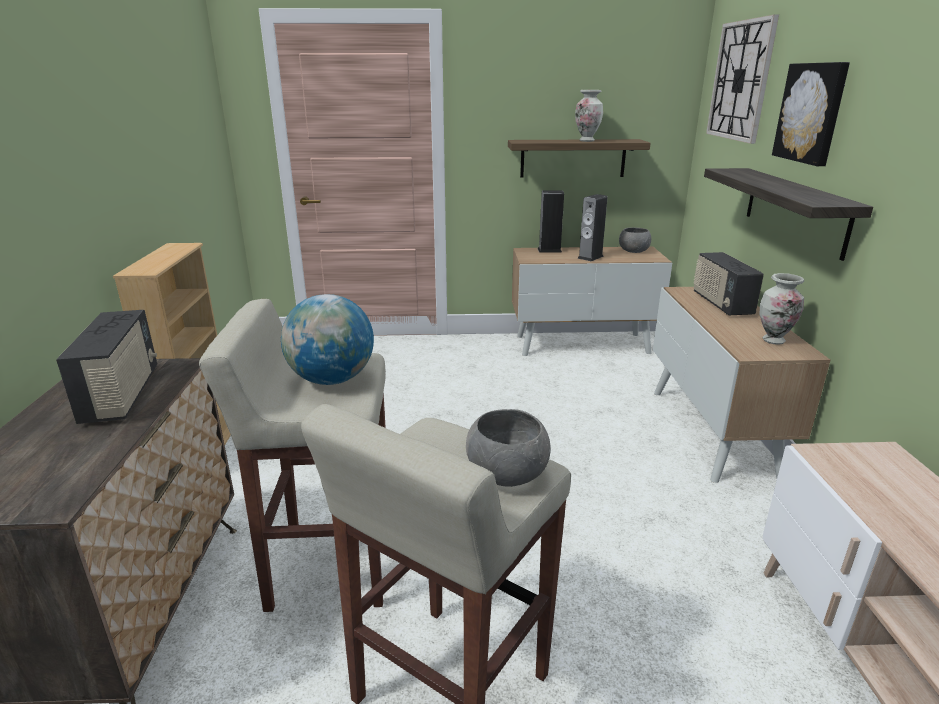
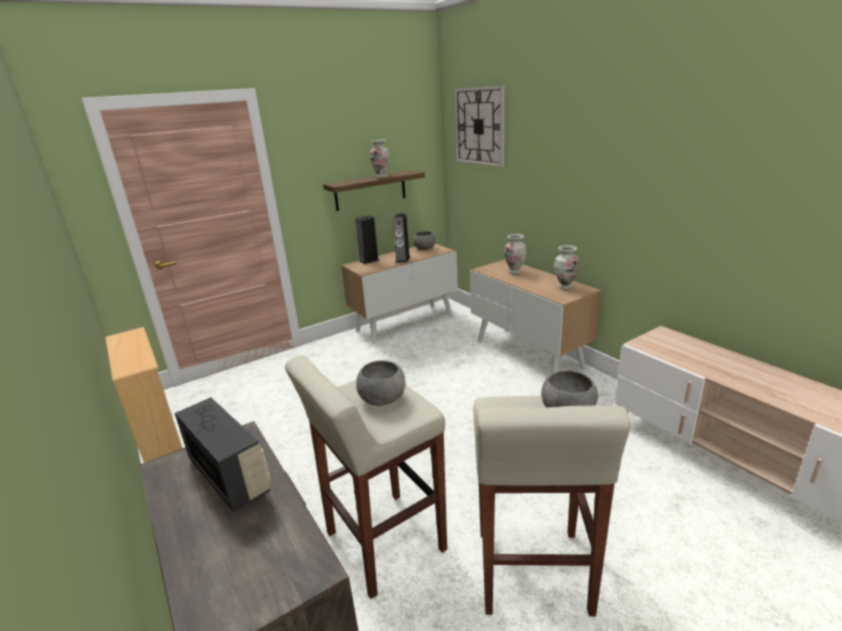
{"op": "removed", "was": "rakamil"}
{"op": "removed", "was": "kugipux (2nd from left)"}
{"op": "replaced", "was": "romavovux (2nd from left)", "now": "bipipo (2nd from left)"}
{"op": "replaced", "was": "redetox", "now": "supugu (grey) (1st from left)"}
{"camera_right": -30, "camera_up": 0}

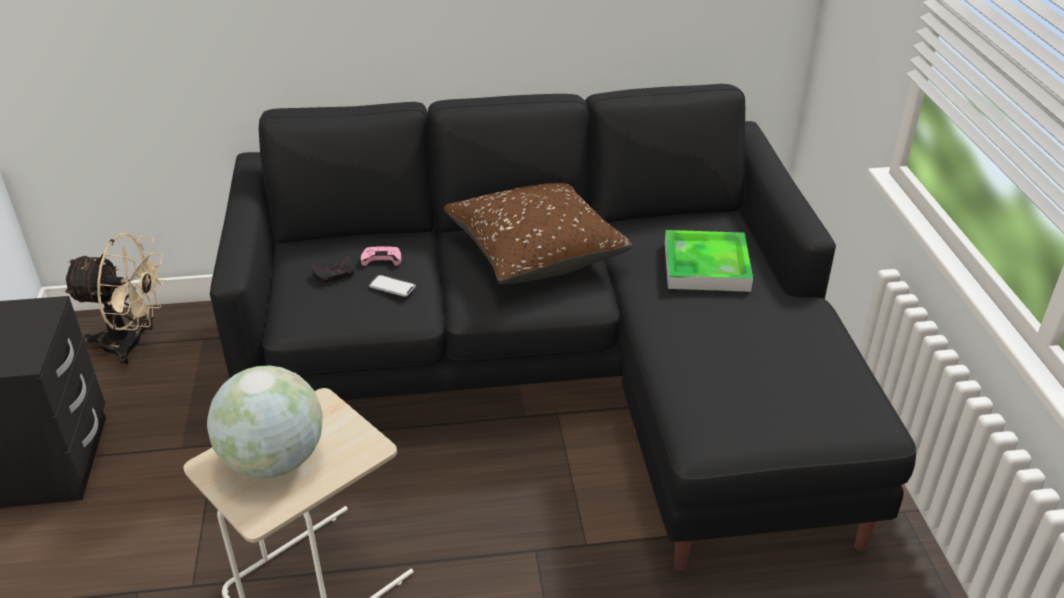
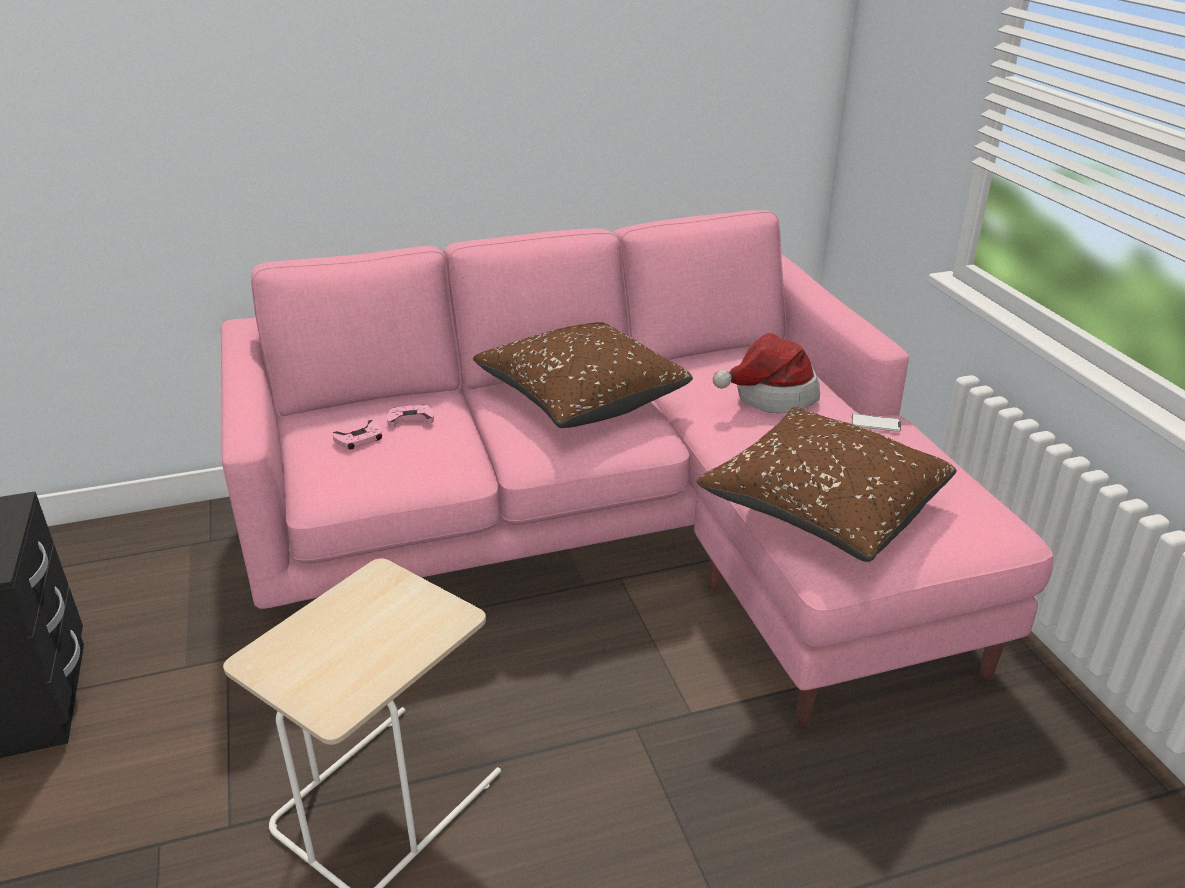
{"op": "recoloured", "was": "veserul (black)", "now": "veserul (pink)"}
{"op": "replaced", "was": "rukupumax", "now": "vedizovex"}
{"op": "removed", "was": "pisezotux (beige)"}
{"op": "recoloured", "was": "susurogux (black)", "now": "susurogux (pink) (1st from left)"}
{"op": "moved", "was": "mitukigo"}
{"op": "removed", "was": "redetox"}
{"op": "added", "now": "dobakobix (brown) (2nd from left)"}
{"camera_right": -10, "camera_up": -5}

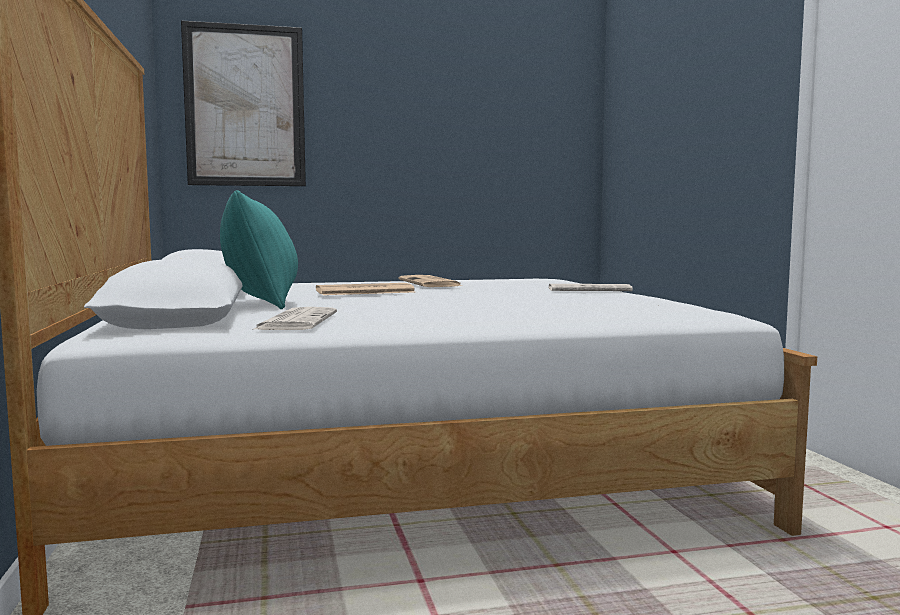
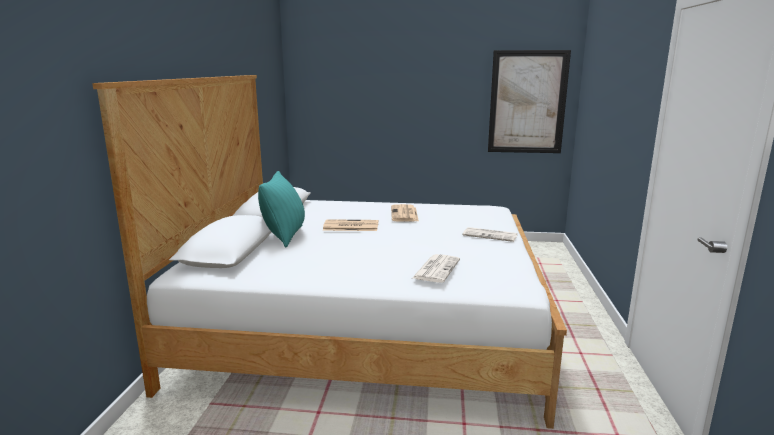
{"op": "moved", "was": "rakamil"}
{"op": "moved", "was": "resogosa (1st from left in the first image)", "now": "resogosa (3rd from left)"}
{"camera_right": 20, "camera_up": 10}

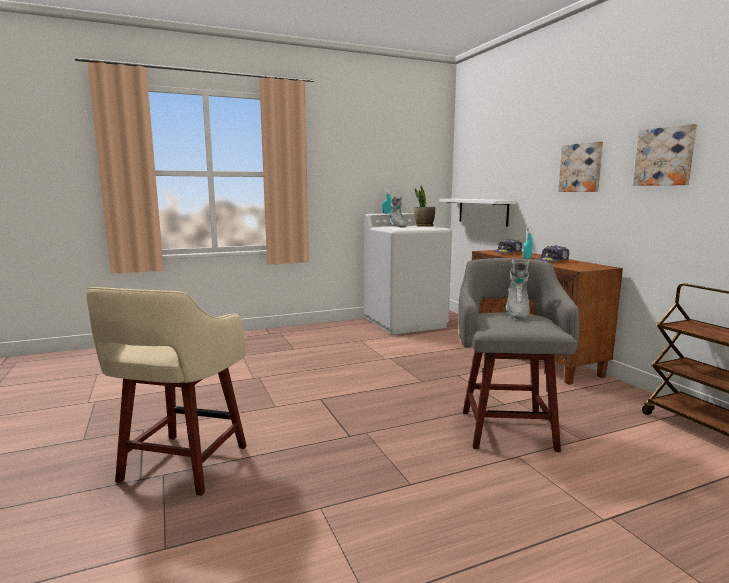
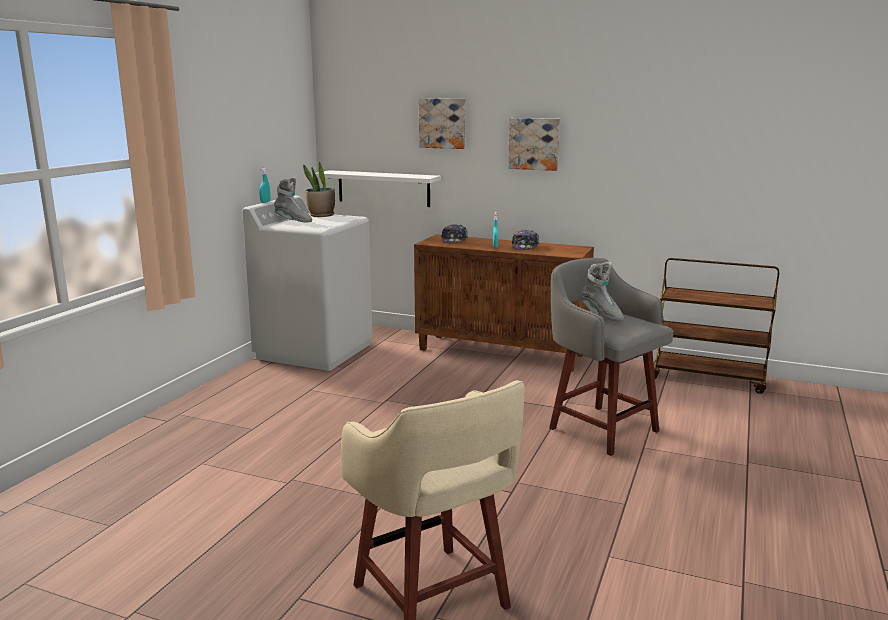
{"op": "moved", "was": "rakamil (2nd from left in the first image)", "now": "rakamil (1st from left)"}
{"camera_right": -45, "camera_up": 5}

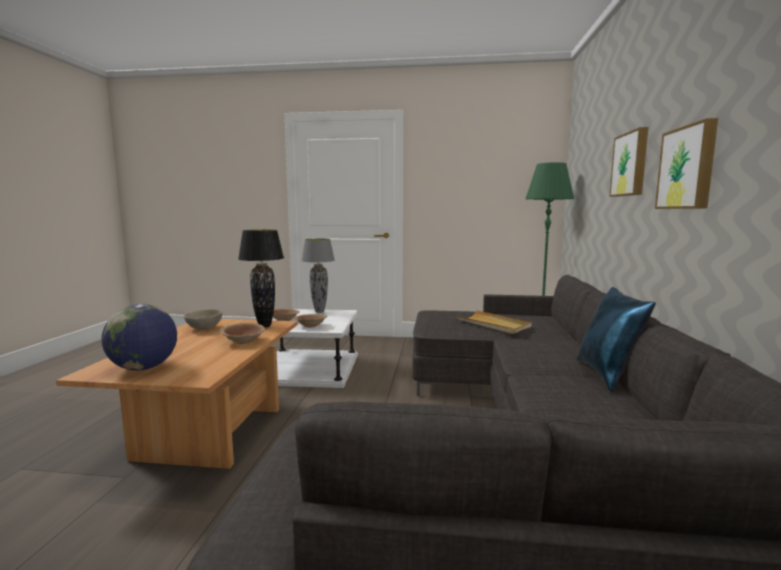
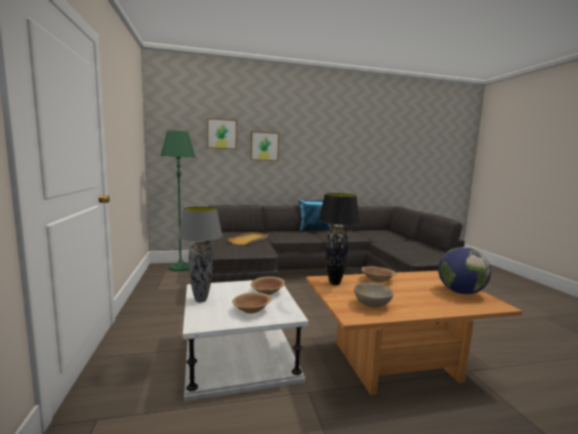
{"op": "moved", "was": "rakamil (2nd from left in the first image)", "now": "rakamil (1st from left)"}
{"camera_right": -110, "camera_up": 0}

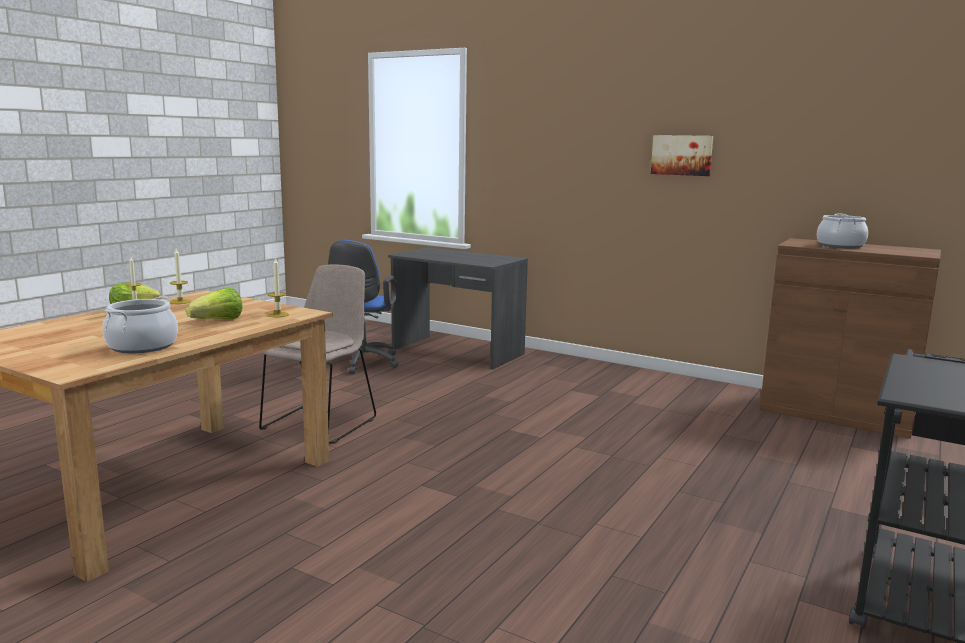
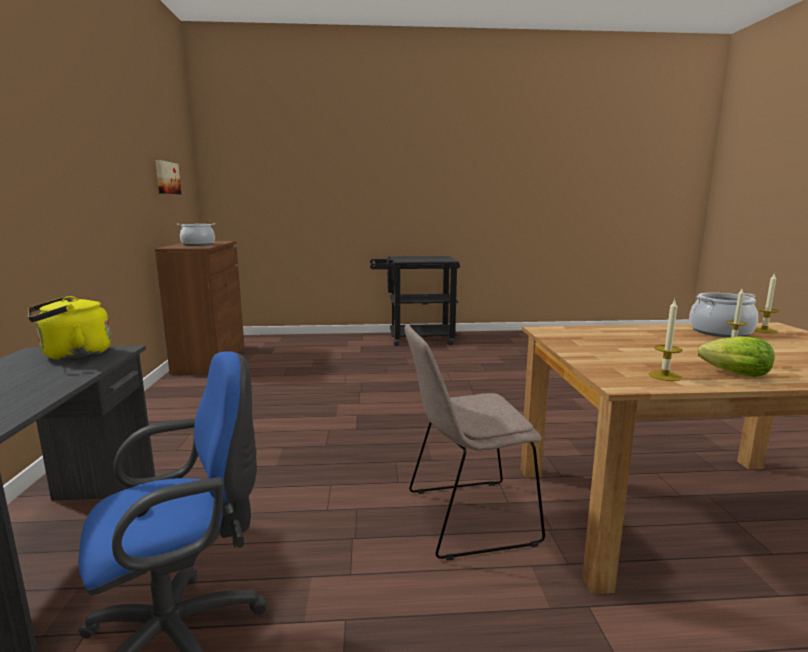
{"op": "moved", "was": "rakamil"}
{"op": "moved", "was": "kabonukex (3rd from left)"}
{"op": "removed", "was": "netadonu (2nd from left)"}
{"op": "added", "now": "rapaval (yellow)"}
{"camera_right": -125, "camera_up": 0}

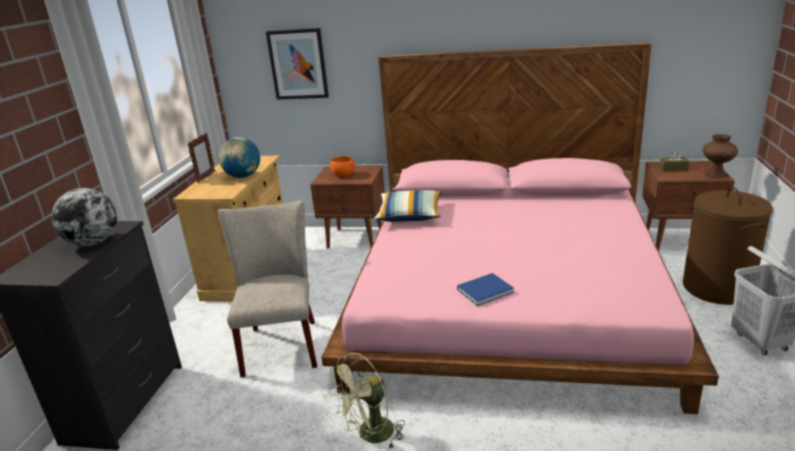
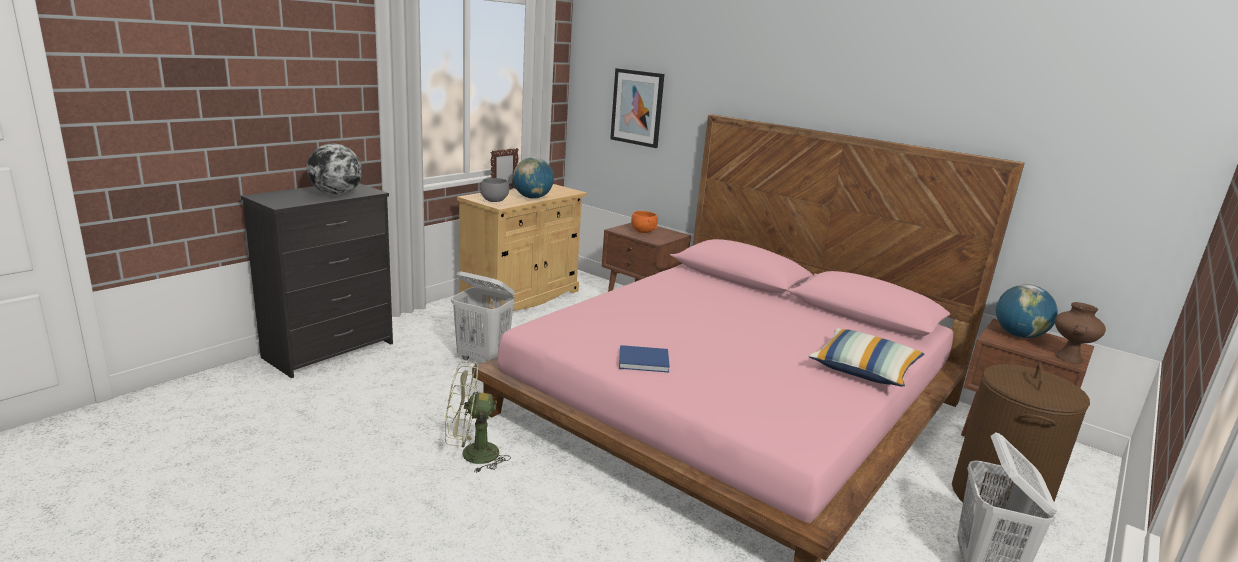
{"op": "replaced", "was": "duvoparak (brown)", "now": "redetox (3rd from left)"}
{"op": "moved", "was": "dobakobix"}
{"op": "replaced", "was": "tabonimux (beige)", "now": "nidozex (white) (1st from left)"}
{"op": "added", "now": "supugu (grey)"}
{"camera_right": 25, "camera_up": -5}

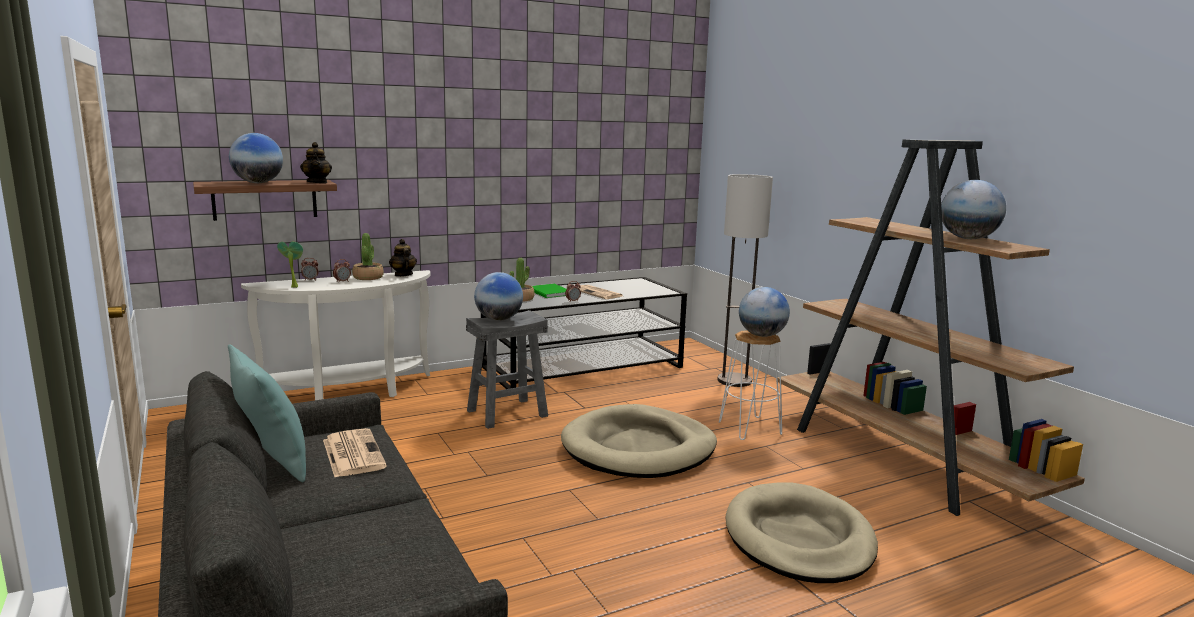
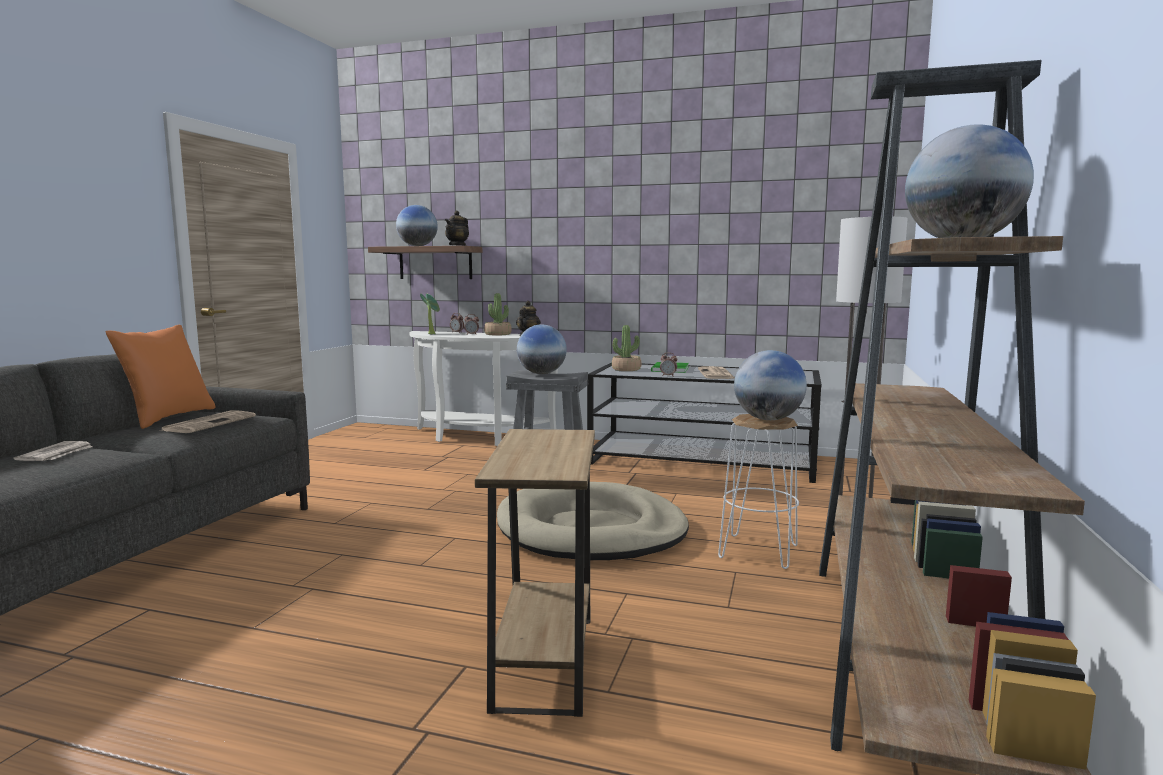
{"op": "recoloured", "was": "dobakobix (turquoise)", "now": "dobakobix (orange)"}
{"op": "replaced", "was": "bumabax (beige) (2nd from left)", "now": "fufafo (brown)"}
{"op": "added", "now": "resogosa (1st from left)"}
{"camera_right": 45, "camera_up": -5}

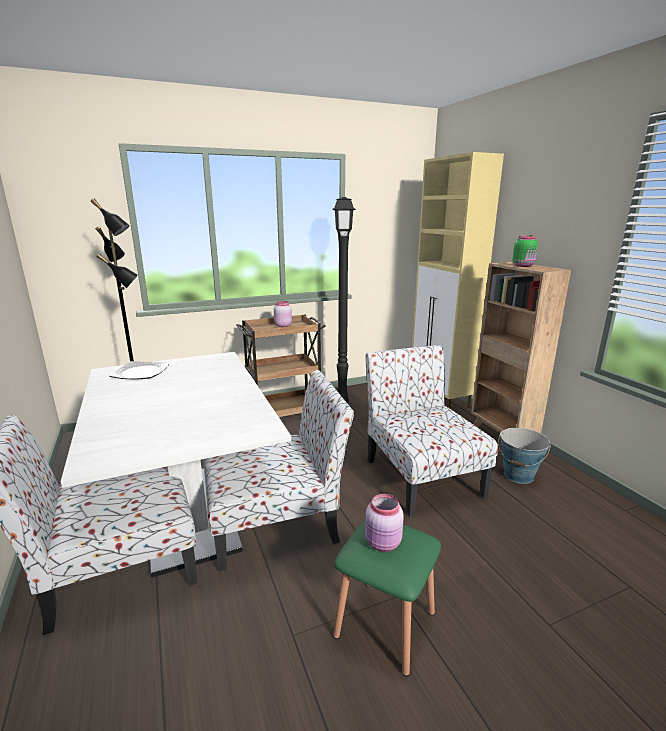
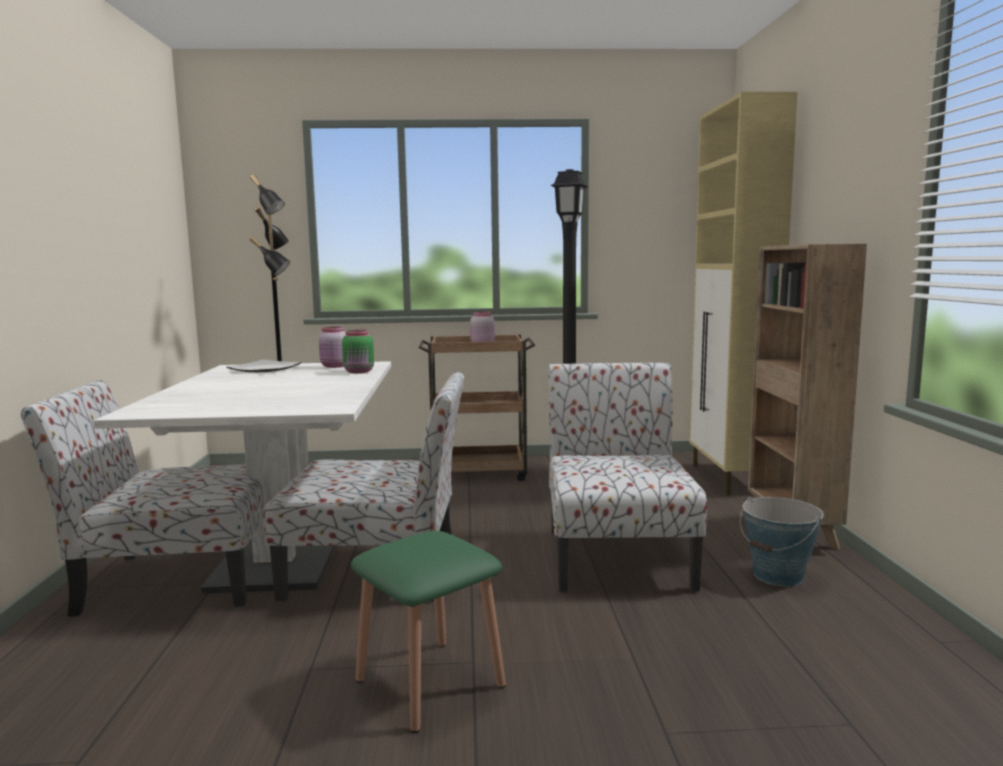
{"op": "moved", "was": "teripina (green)"}
{"op": "moved", "was": "teripina (pink) (2nd from left in the first image)", "now": "teripina (pink) (1st from left)"}
{"camera_right": 20, "camera_up": -10}

